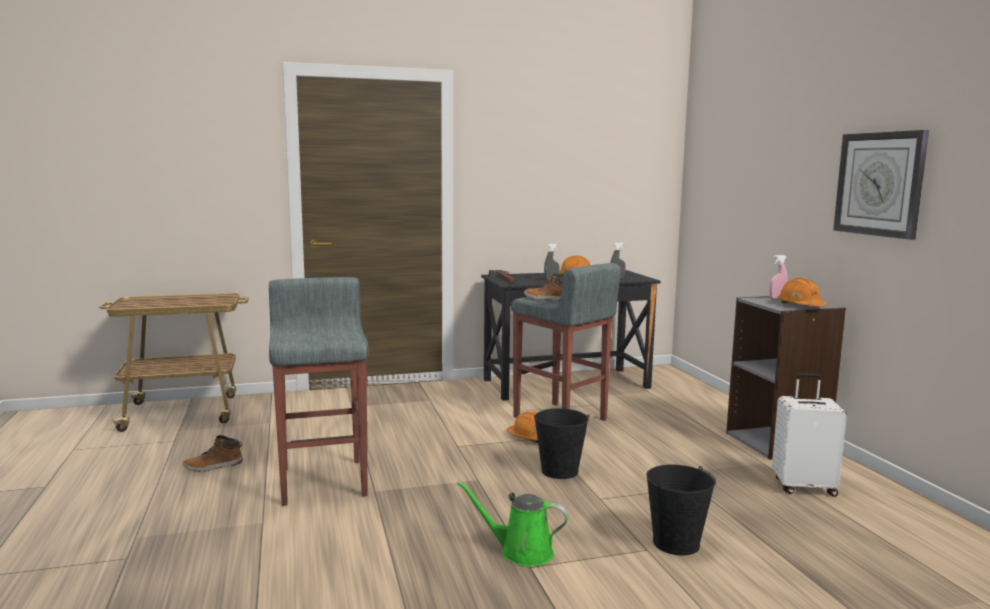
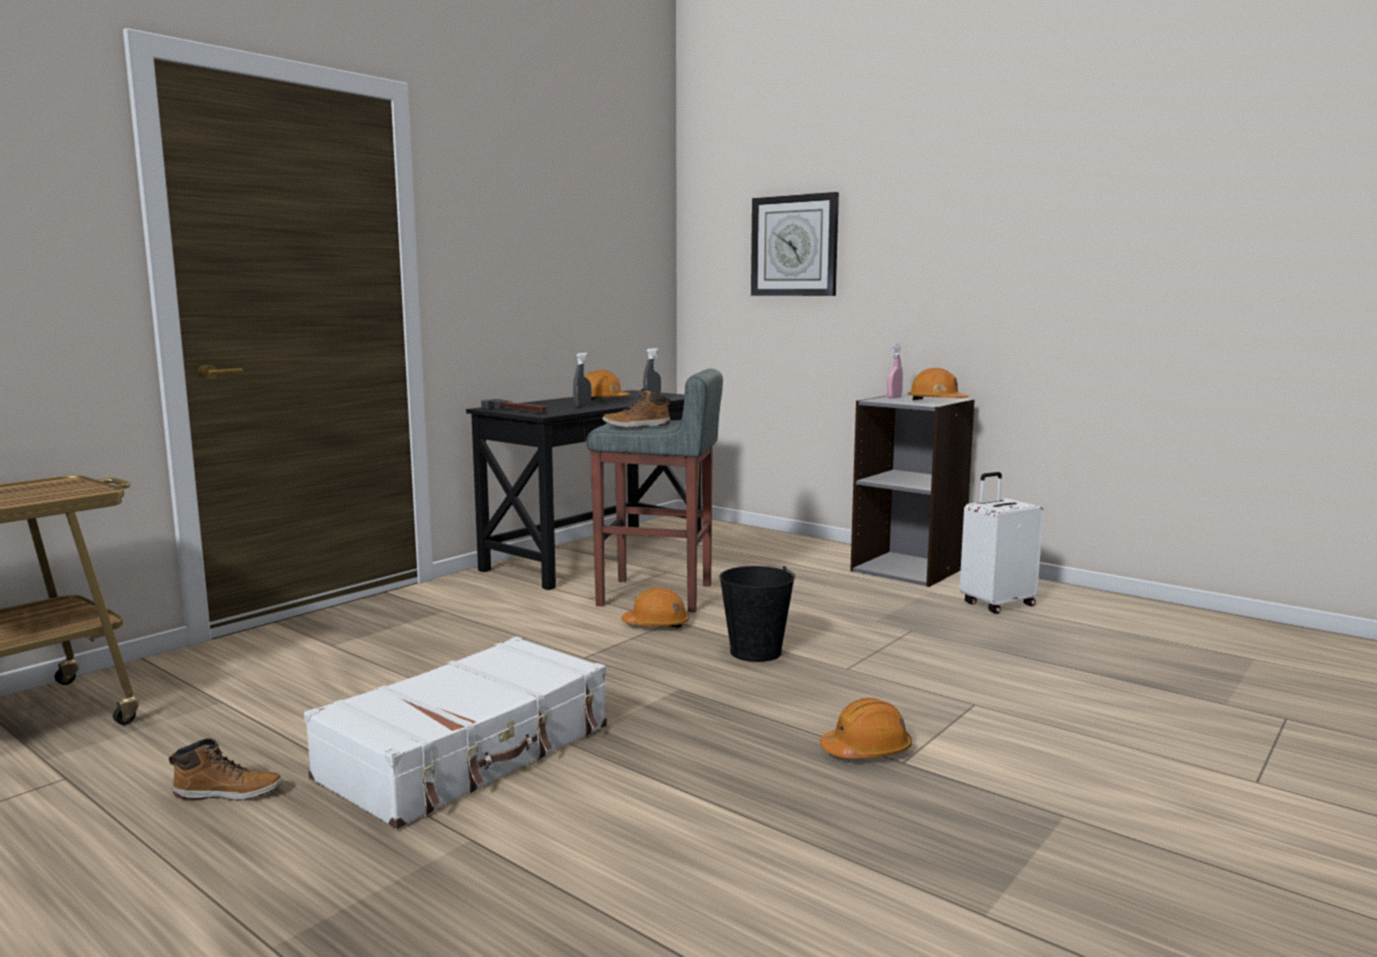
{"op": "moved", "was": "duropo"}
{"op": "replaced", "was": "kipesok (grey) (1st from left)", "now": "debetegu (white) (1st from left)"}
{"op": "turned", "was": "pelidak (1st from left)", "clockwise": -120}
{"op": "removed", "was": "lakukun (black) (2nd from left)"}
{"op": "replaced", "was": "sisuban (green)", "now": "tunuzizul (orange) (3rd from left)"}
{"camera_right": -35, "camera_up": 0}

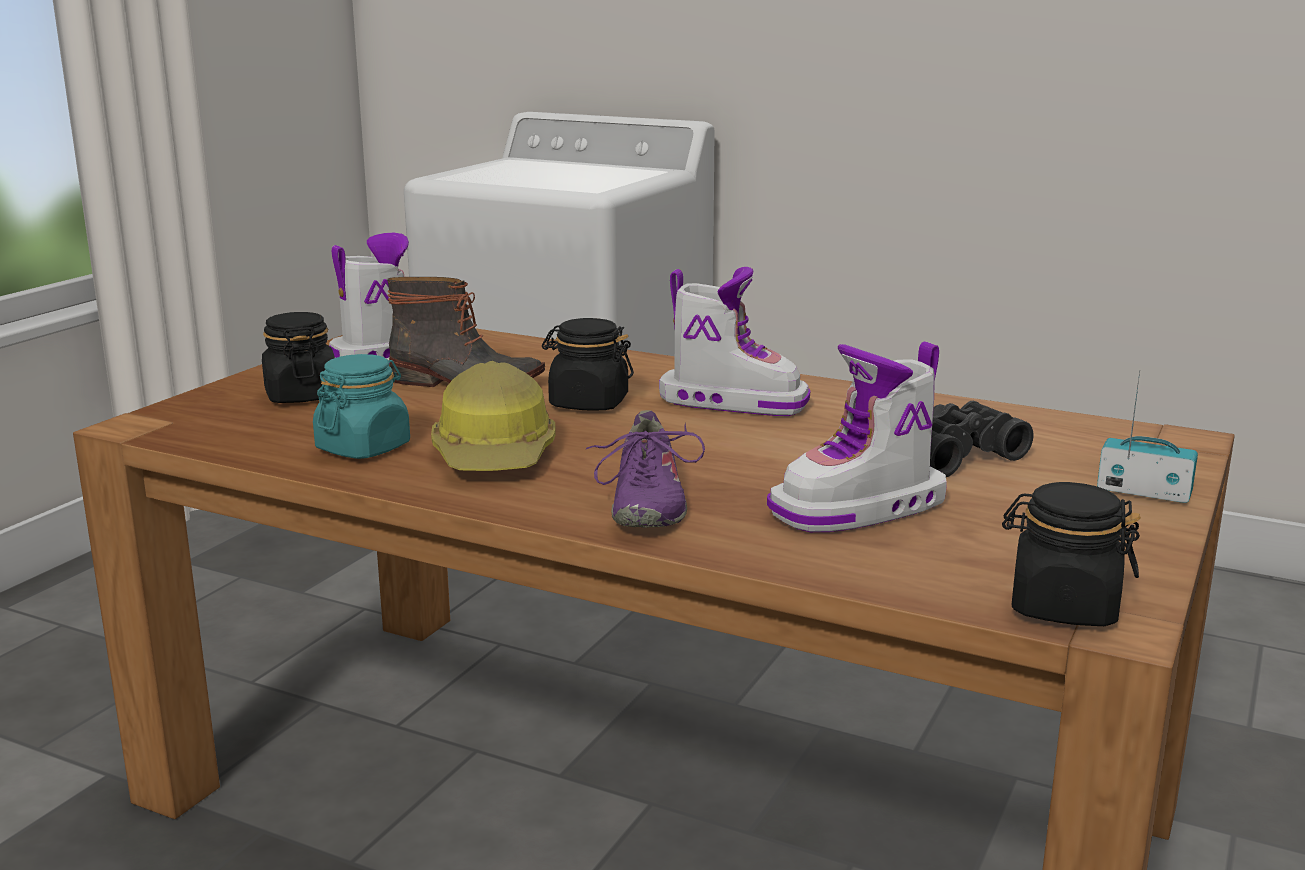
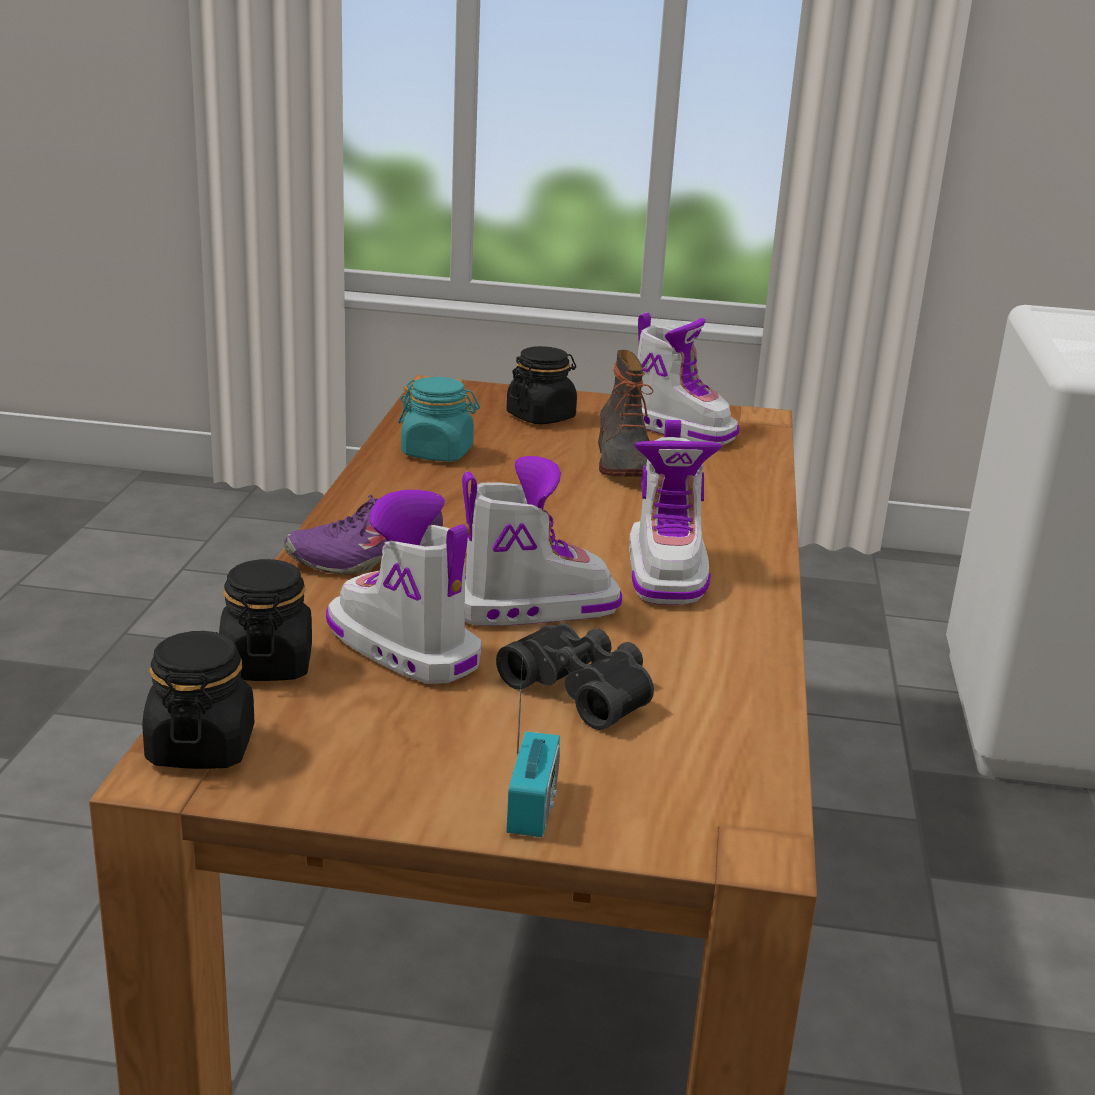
{"op": "moved", "was": "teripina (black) (2nd from left)"}
{"op": "removed", "was": "tunuzizul"}
{"op": "added", "now": "pelidak (2nd from left)"}
{"camera_right": 70, "camera_up": 5}

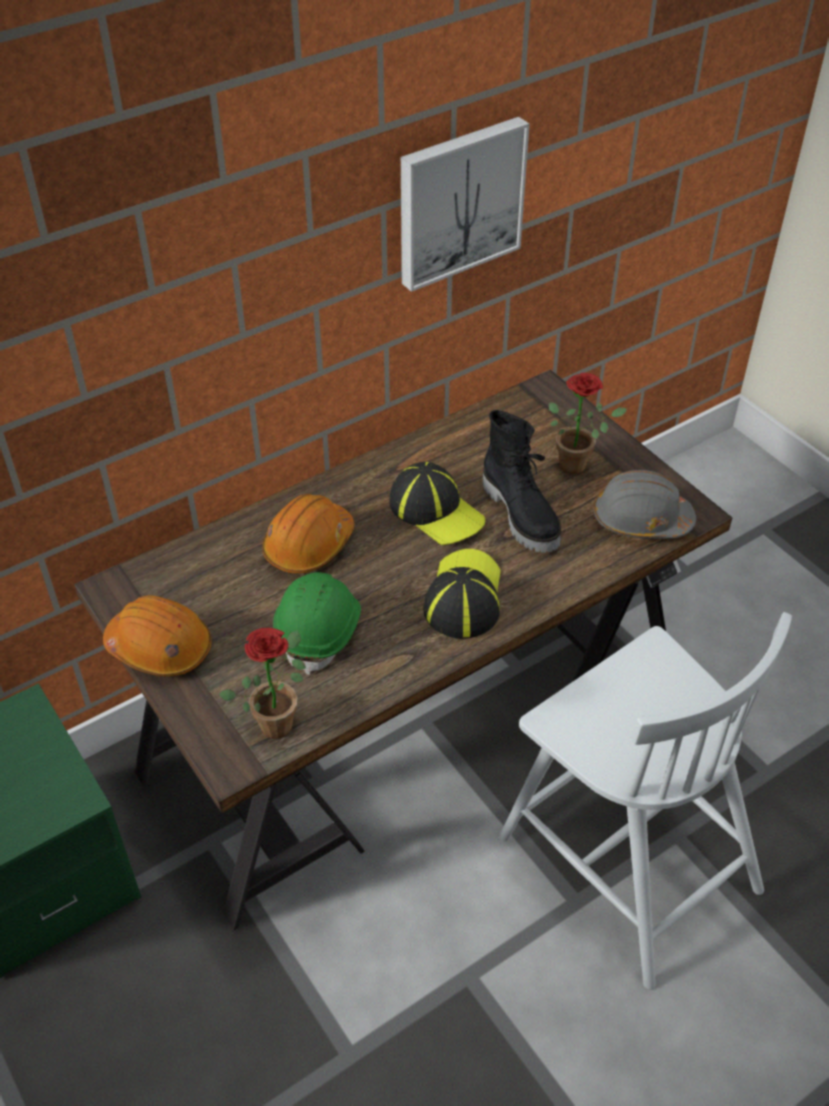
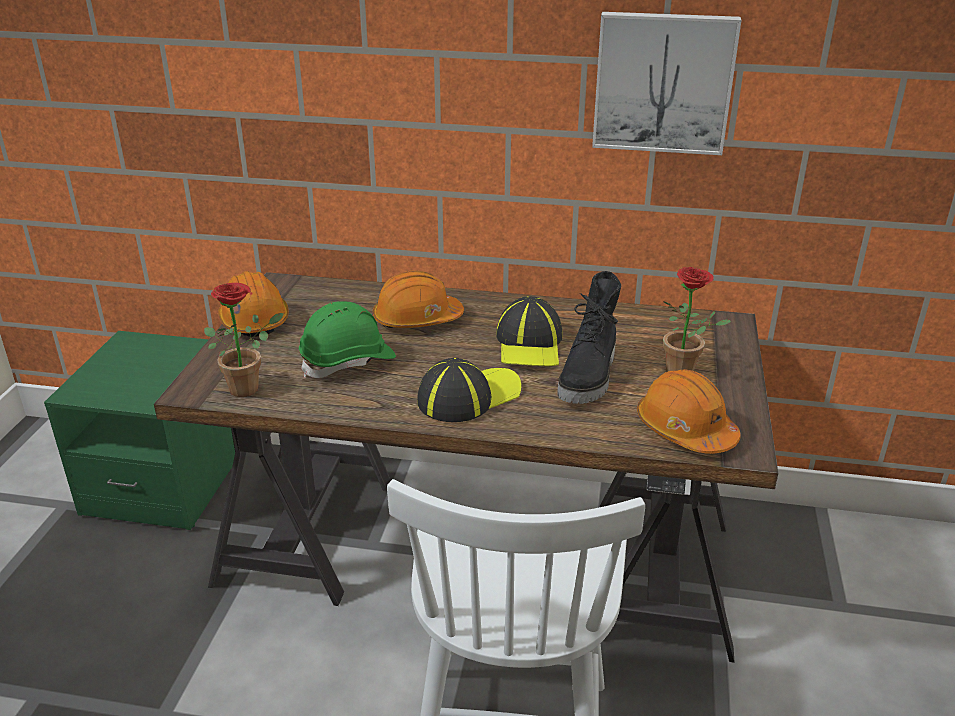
{"op": "recoloured", "was": "tunuzizul (grey)", "now": "tunuzizul (orange) (3rd from left)"}
{"camera_right": 45, "camera_up": -15}

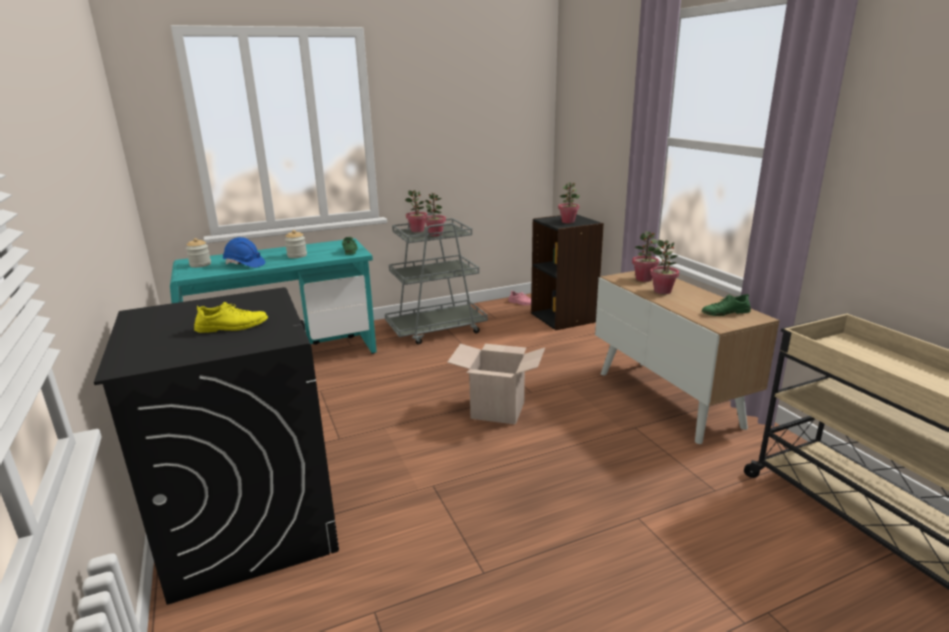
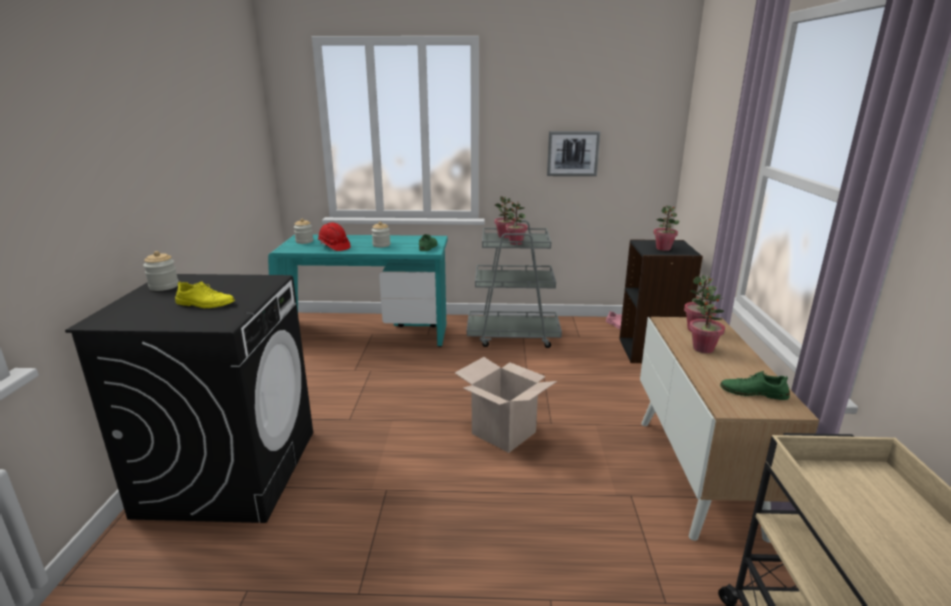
{"op": "recoloured", "was": "tunuzizul (blue)", "now": "tunuzizul (red)"}
{"op": "added", "now": "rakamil"}
{"op": "added", "now": "teripina (1st from left)"}
{"camera_right": 25, "camera_up": 0}

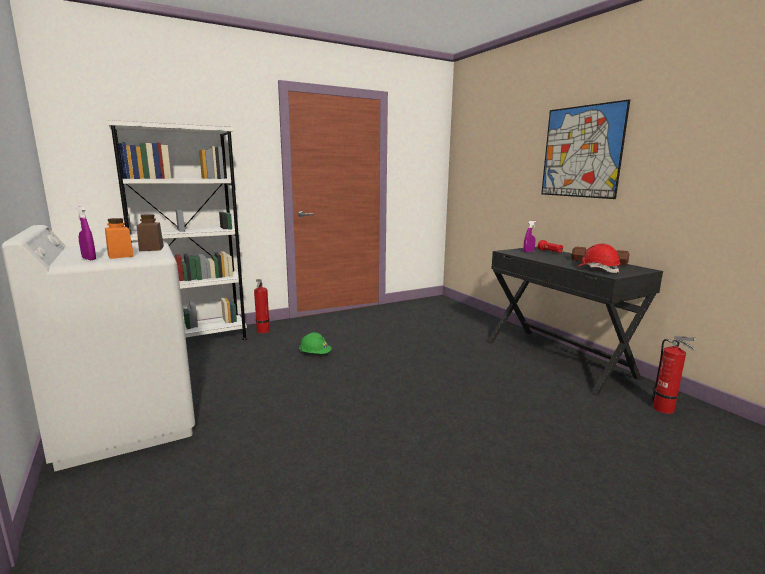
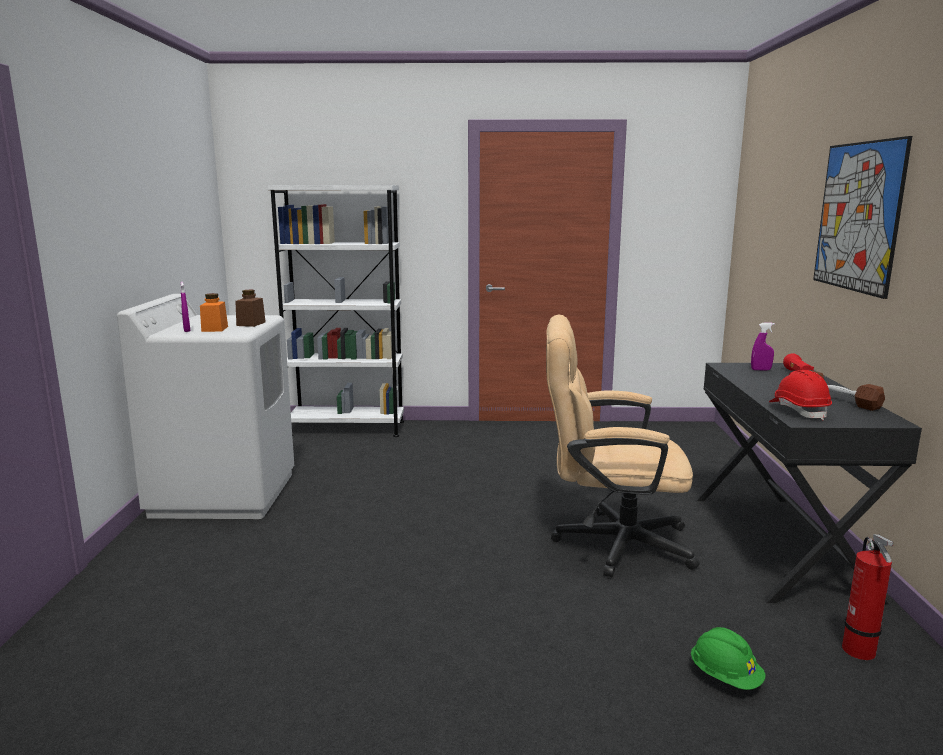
{"op": "removed", "was": "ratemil (1st from left)"}
{"op": "moved", "was": "tunuzizul (green)"}
{"op": "added", "now": "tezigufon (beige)"}
{"camera_right": 30, "camera_up": 0}

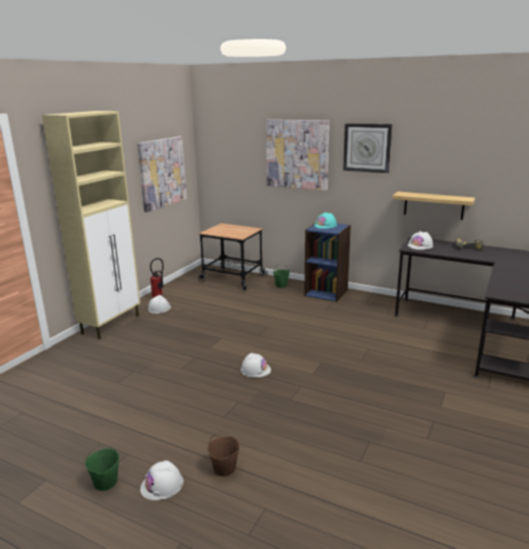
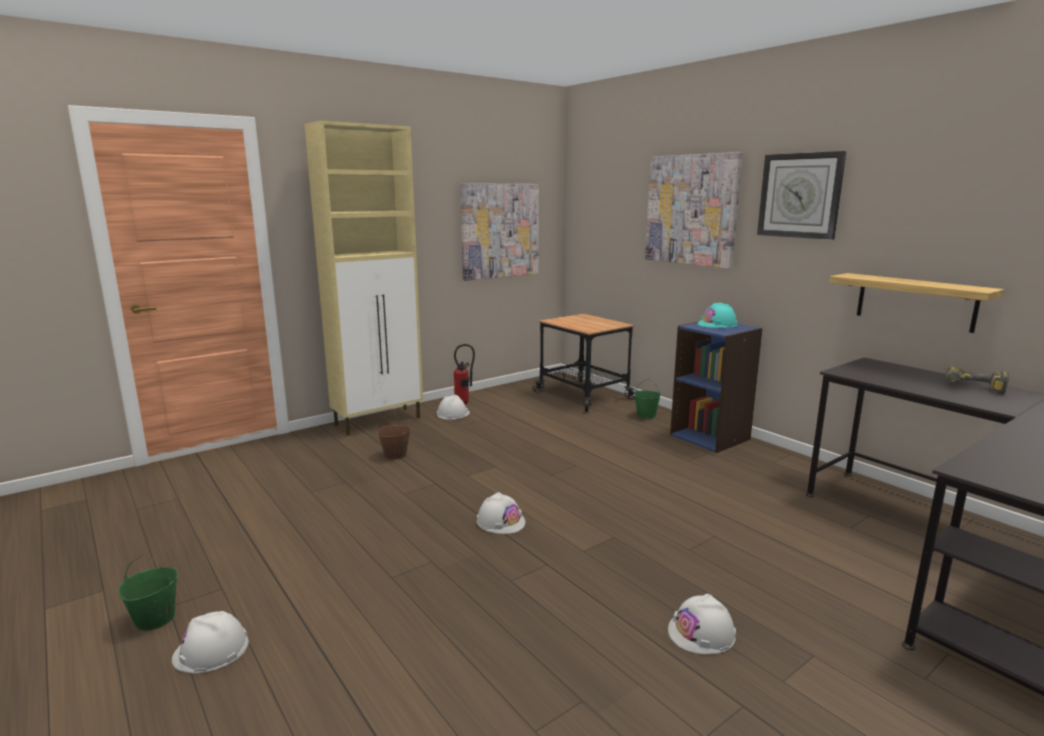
{"op": "moved", "was": "tunuzizul (white) (4th from left)"}
{"op": "moved", "was": "lakukun (brown)"}
{"camera_right": 25, "camera_up": -5}

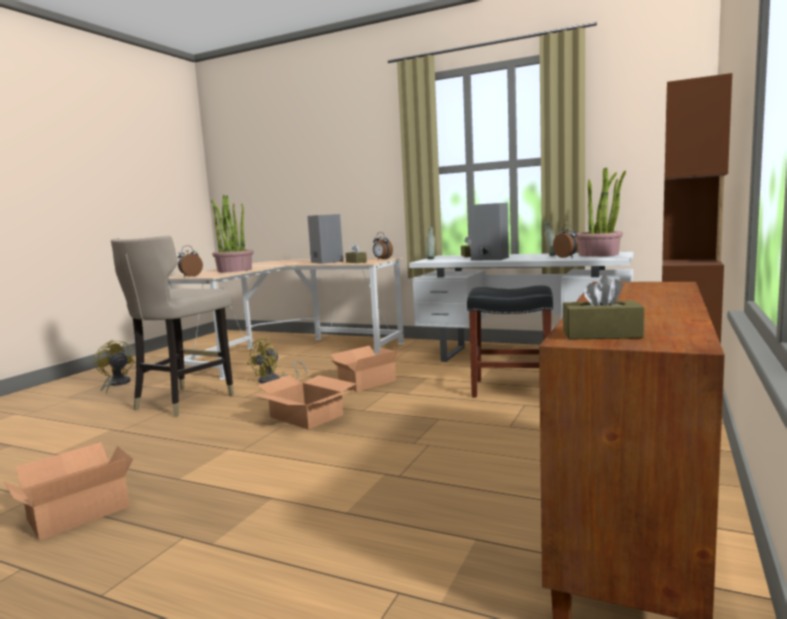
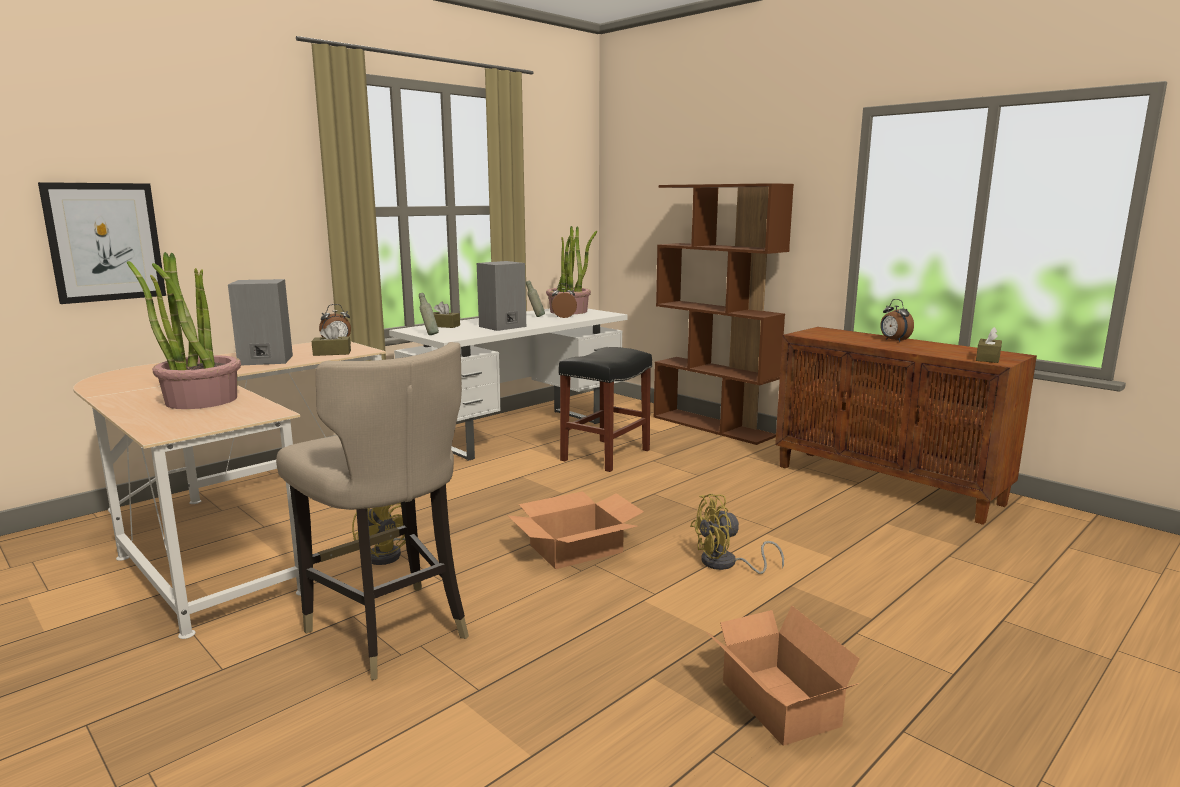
{"op": "moved", "was": "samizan (1st from left in the first image)", "now": "samizan (3rd from left)"}
{"op": "moved", "was": "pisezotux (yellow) (1st from left in the first image)", "now": "pisezotux (yellow) (2nd from left)"}
{"op": "removed", "was": "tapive (3rd from left)"}
{"op": "added", "now": "rakamil"}
{"camera_right": -70, "camera_up": 5}

